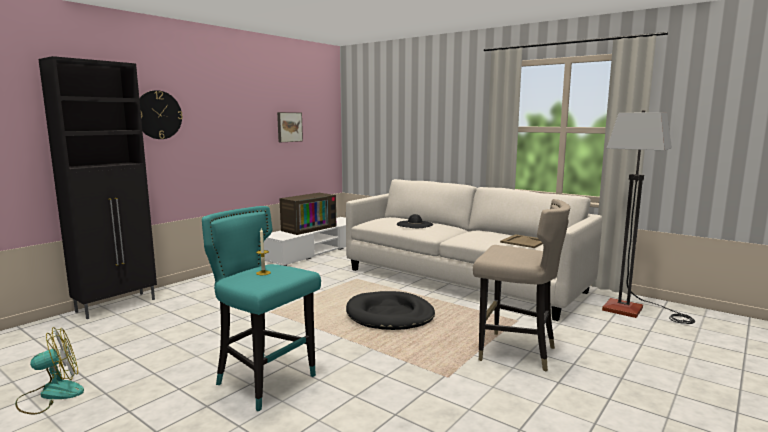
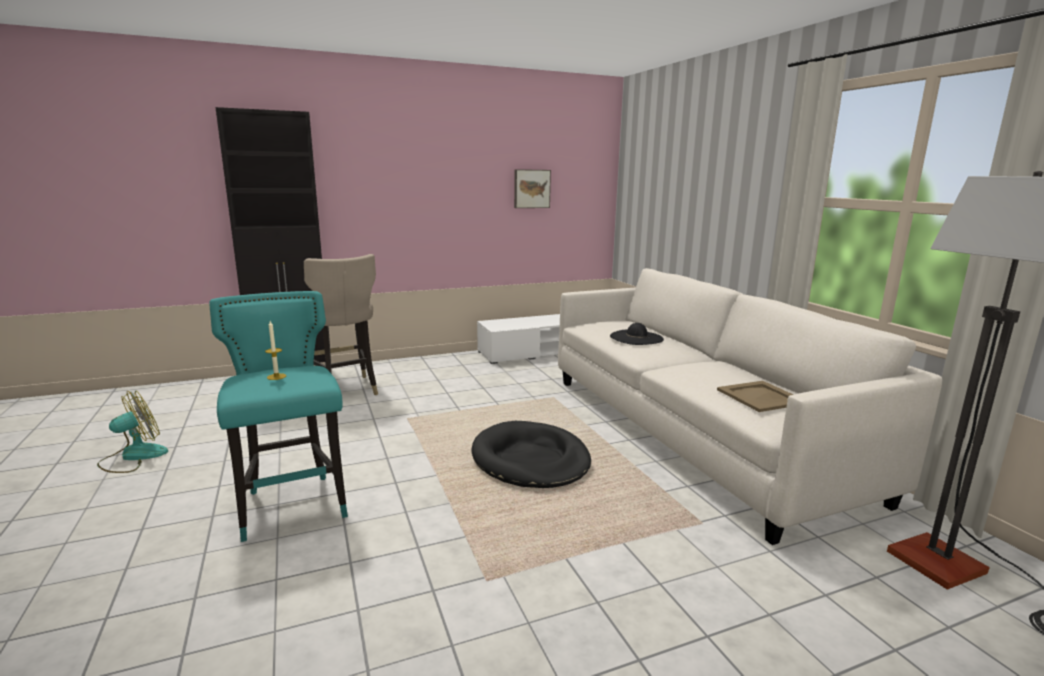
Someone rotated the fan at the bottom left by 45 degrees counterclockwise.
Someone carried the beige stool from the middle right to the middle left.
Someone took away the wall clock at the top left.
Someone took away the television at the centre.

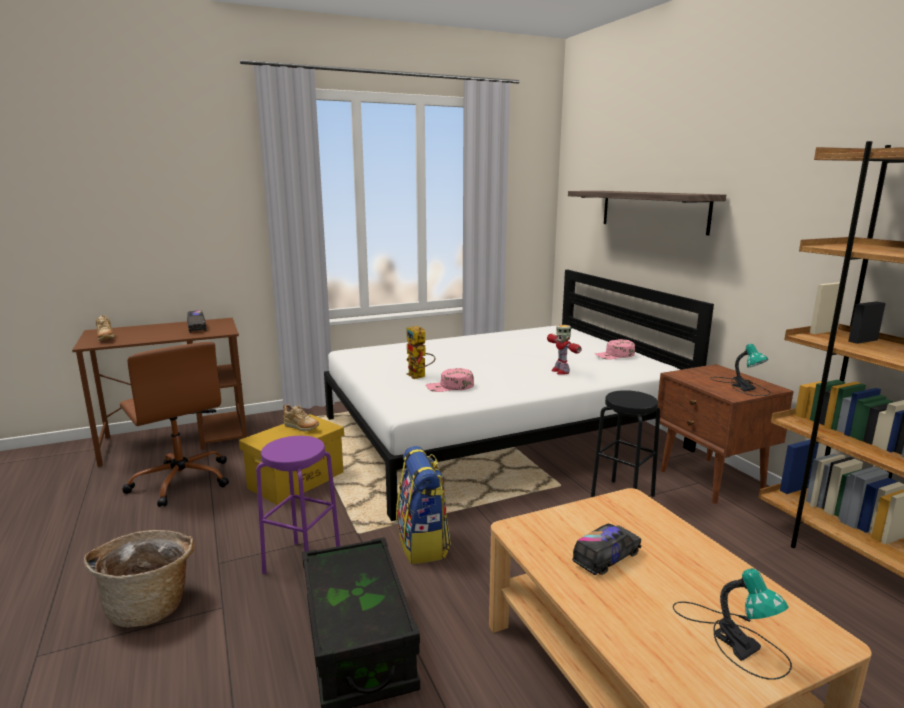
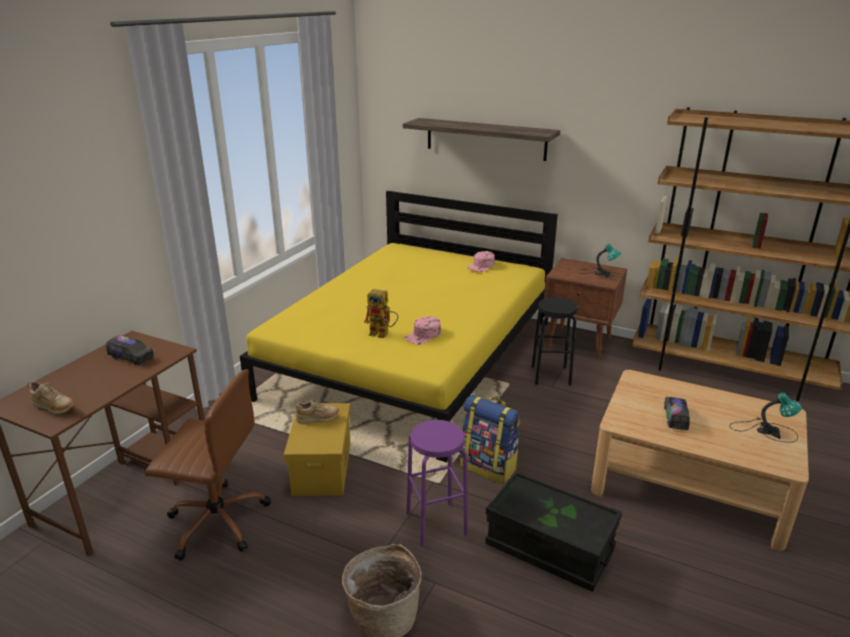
Someone repainted the white bed at the centre, which became the yellow bed at the centre.
Someone took away the toy robot (no. 2 from left) at the centre.

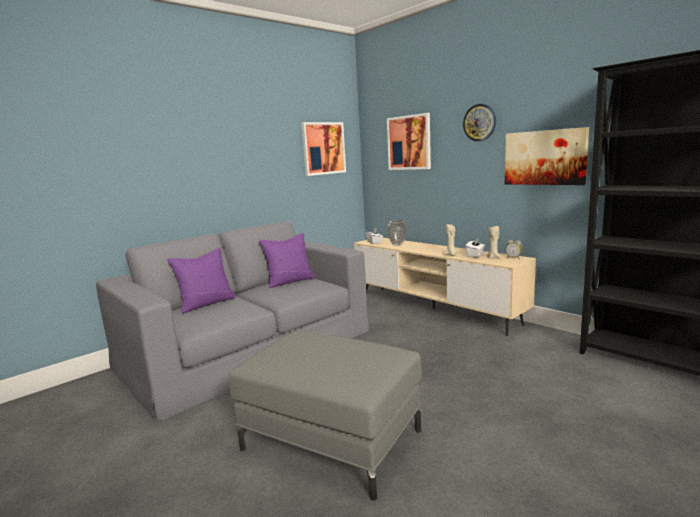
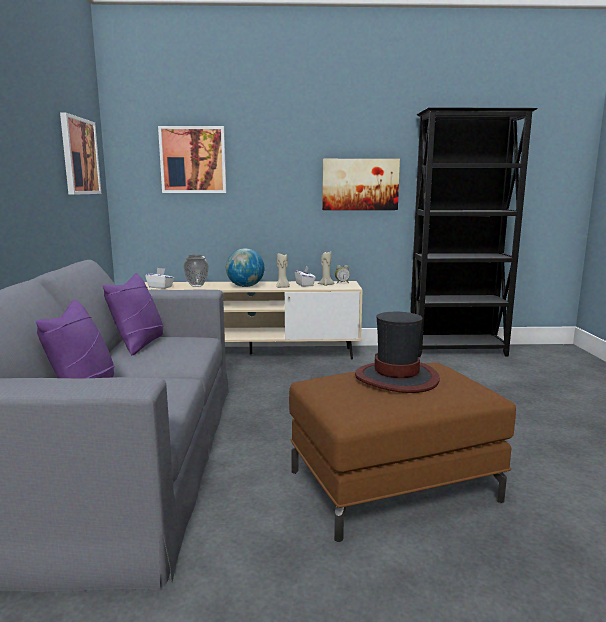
Someone put down the globe at the centre.
Someone repainted the grey ottoman at the bottom centre, which became the brown ottoman at the bottom centre.
Someone put down the hat at the centre.
Someone took away the wall clock at the top right.

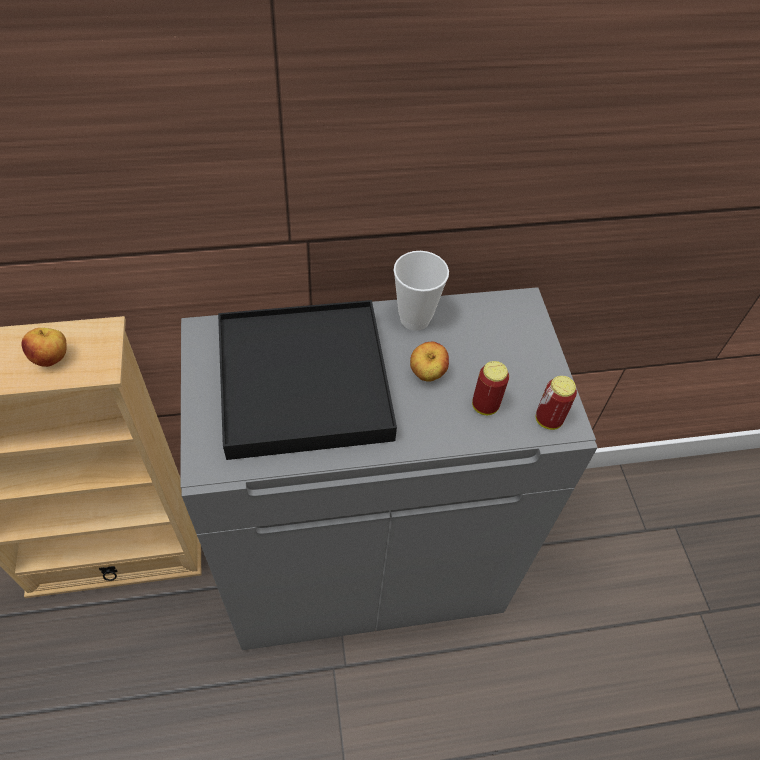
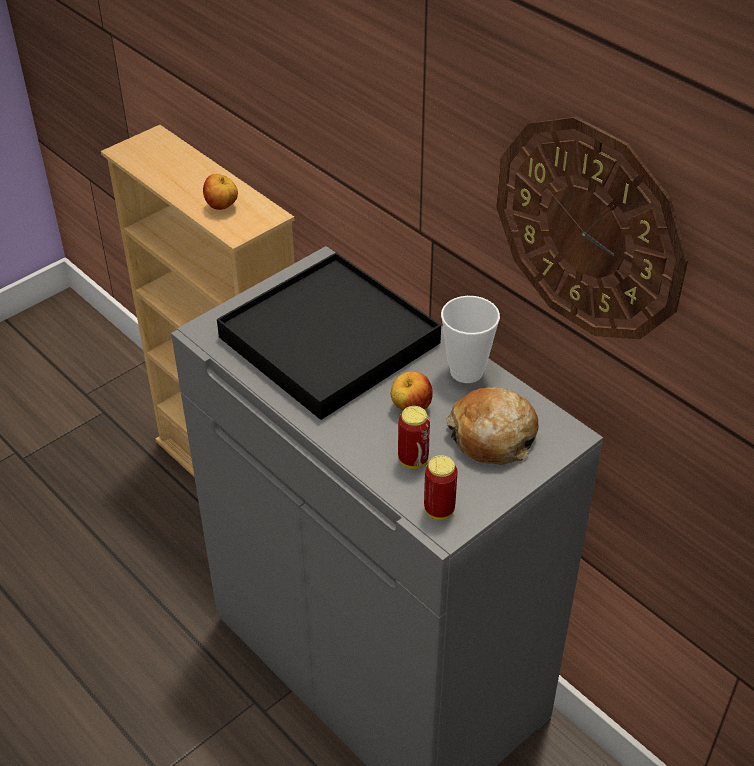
Someone put down the bread at the centre.
Someone put up the wall clock at the top right.

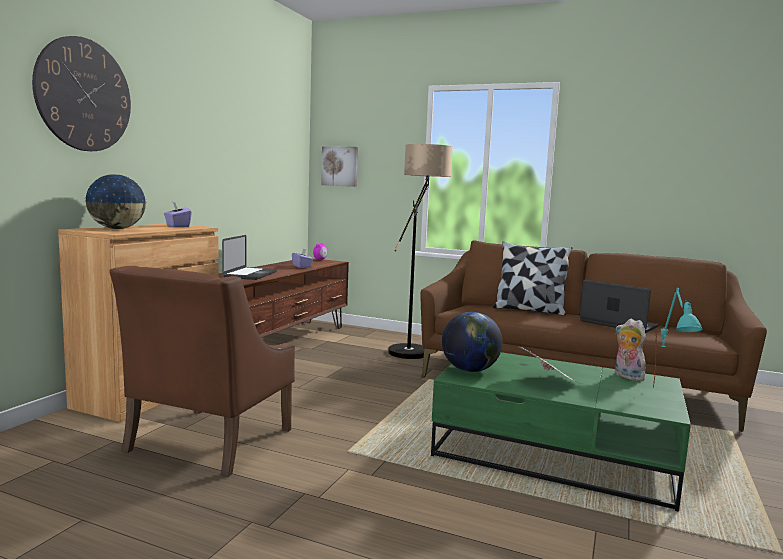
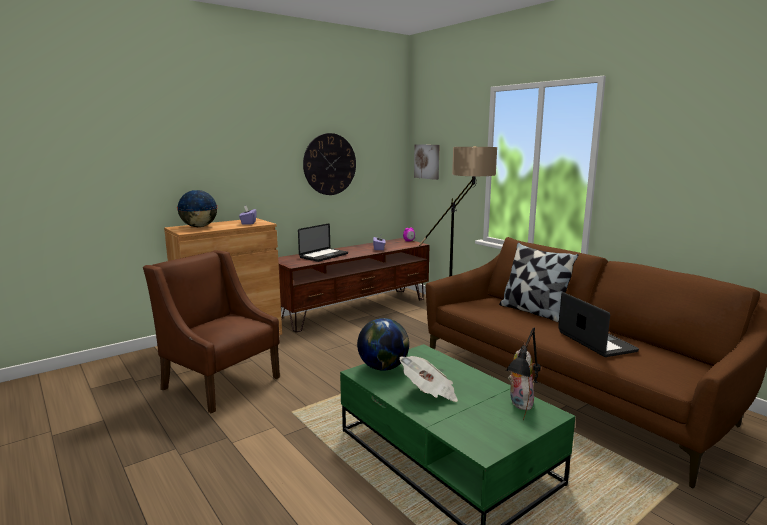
Someone rotated the brown armchair at the middle left by 75 degrees clockwise.
Someone carried the wall clock from the top left to the top centre.
Someone repainted the turquoise table lamp at the middle right, which became the black table lamp at the bottom right.

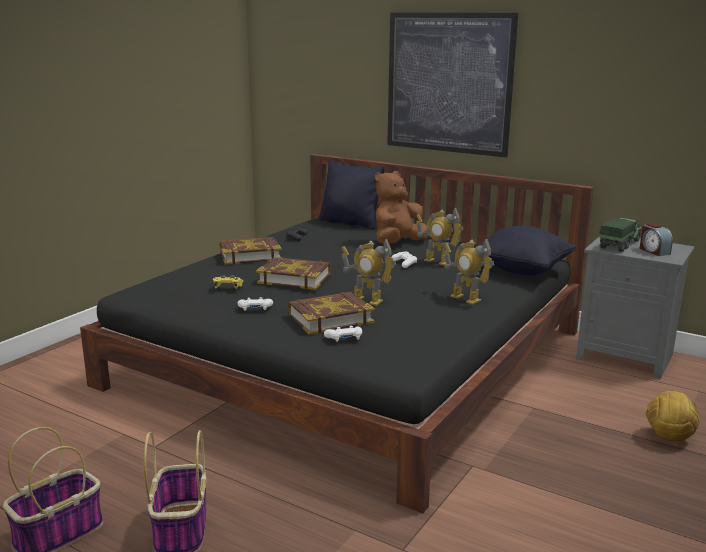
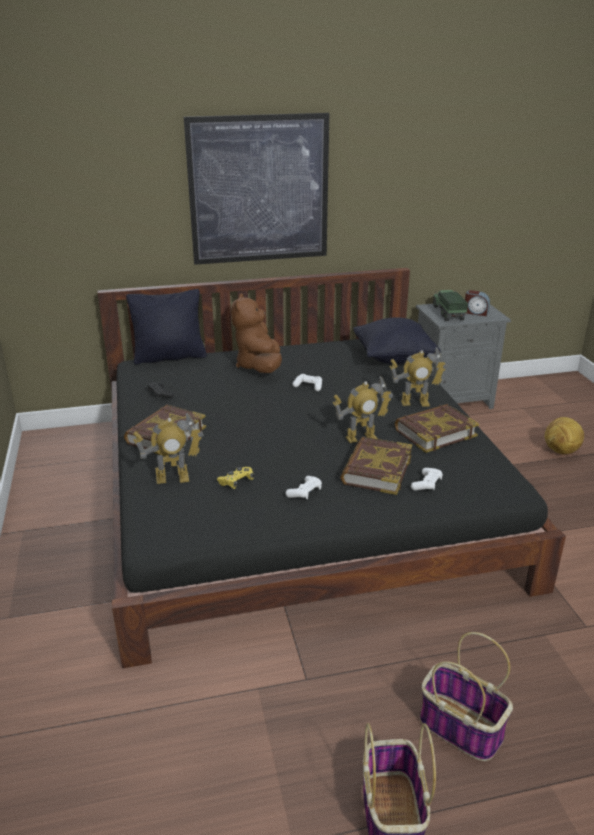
Someone carried the toy robot (no. 2 from left in the first image) from the centre to the middle left.
Someone carried the book (no. 2 from left in the first image) from the centre to the middle right.

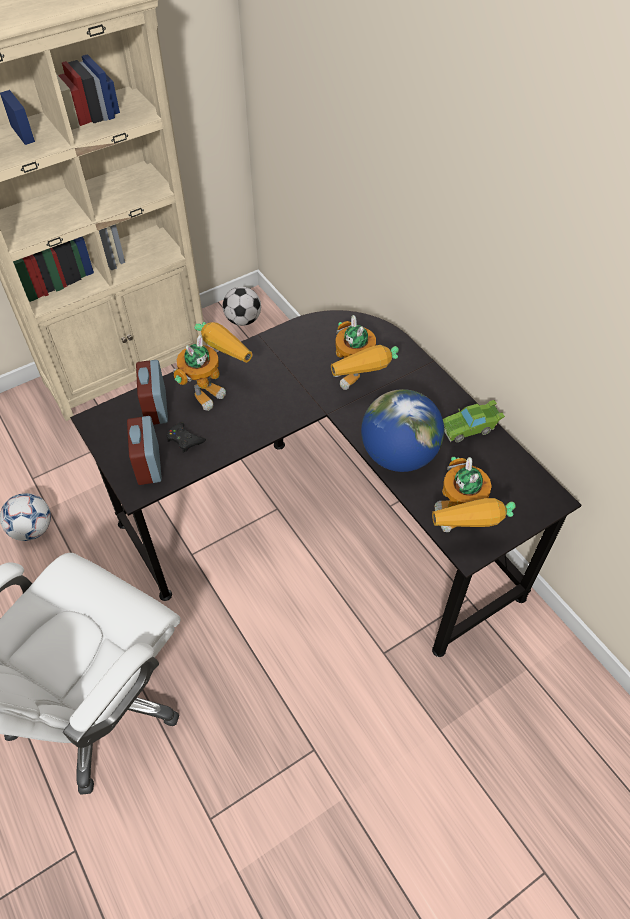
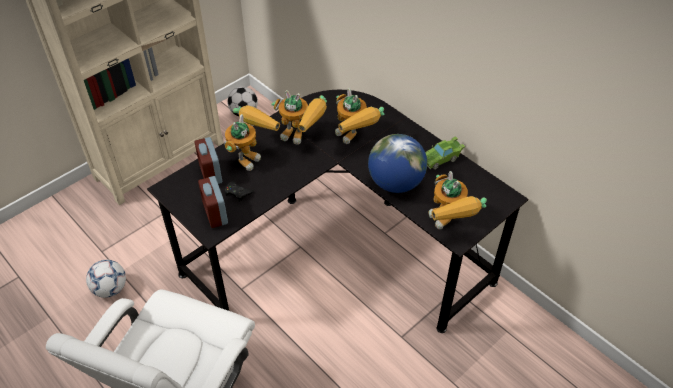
Someone put down the toy robot (no. 2 from left) at the top centre.

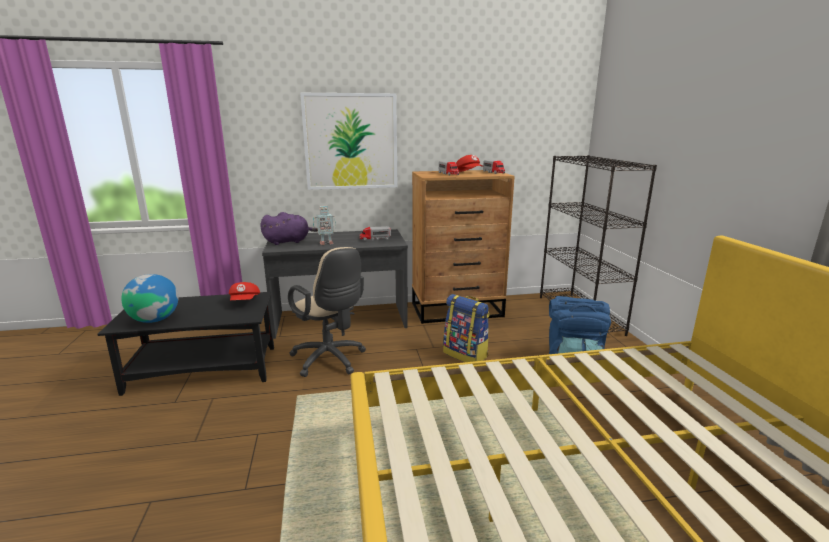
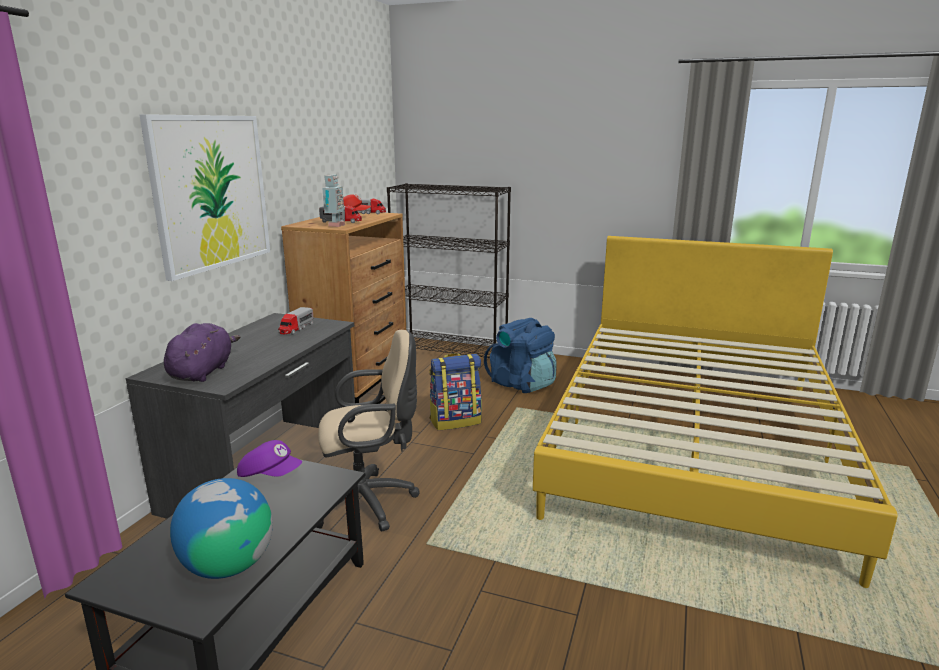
Someone repainted the red cap (no. 1 from left) at the middle left, which became the purple cap at the bottom left.
Someone carried the toy robot from the centre to the top centre.

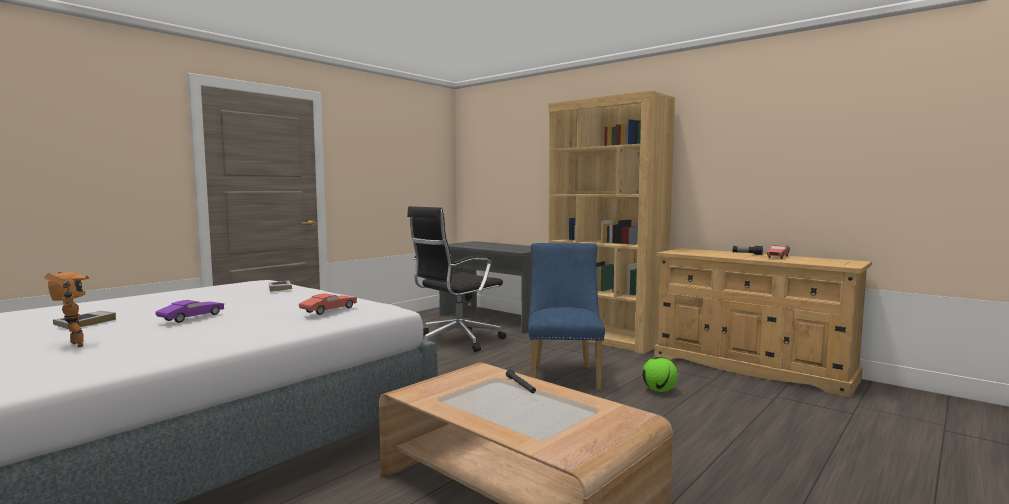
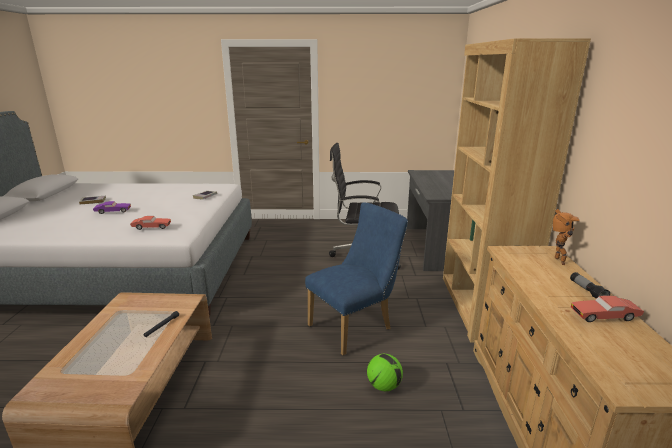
Someone carried the toy robot from the middle left to the middle right.

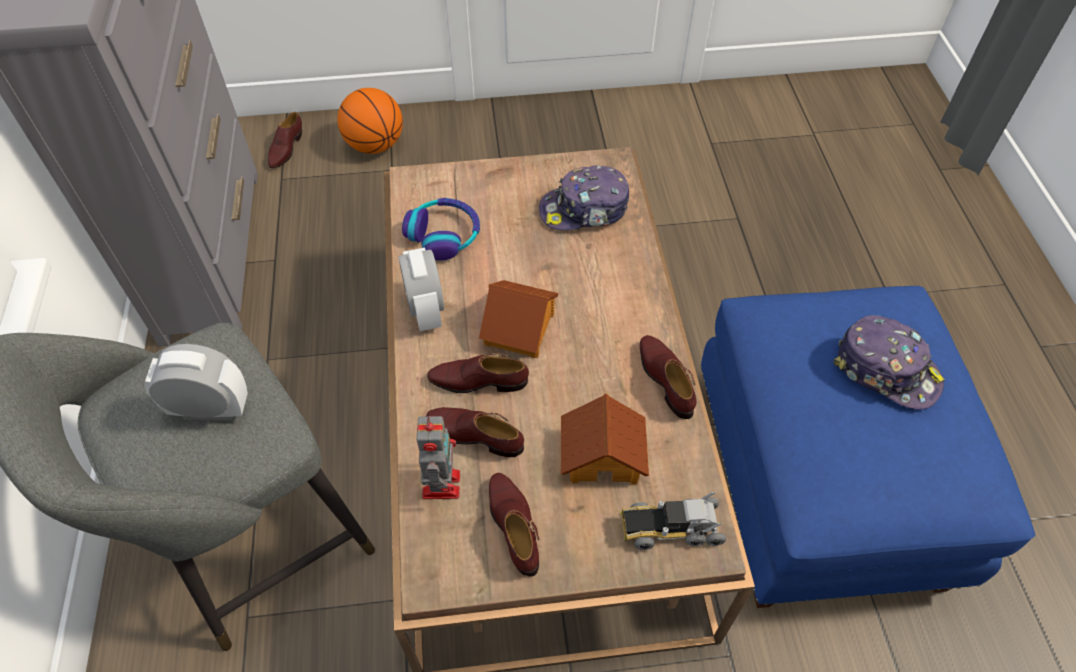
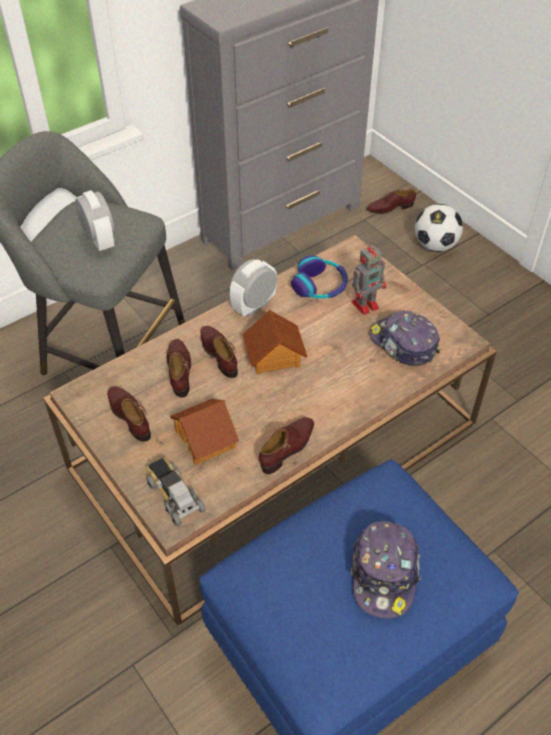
Someone rotated the brown shoe (no. 4 from left in the first image) at the bottom centre by 75 degrees counterclockwise.
Someone carried the toy robot from the bottom centre to the middle right.
Someone swapped the basketball at the top centre for the football at the top right.

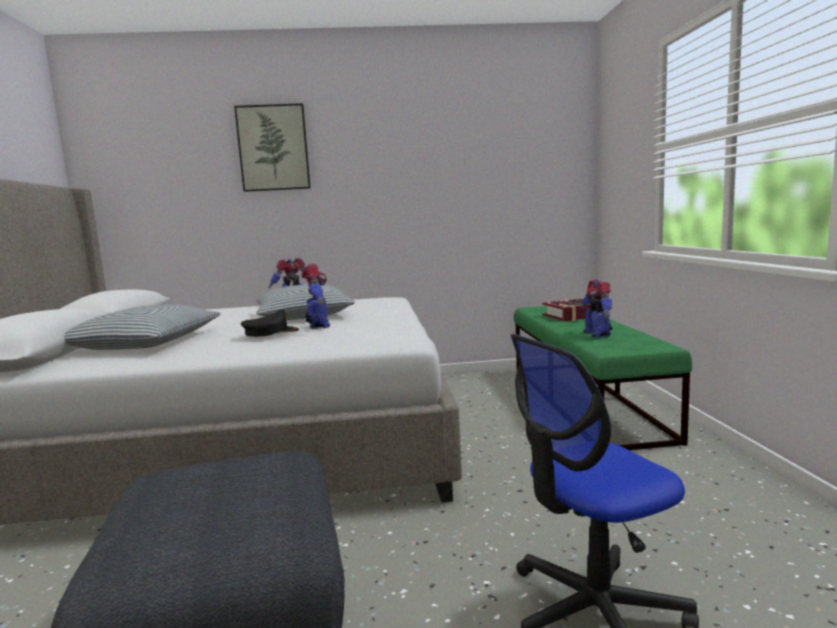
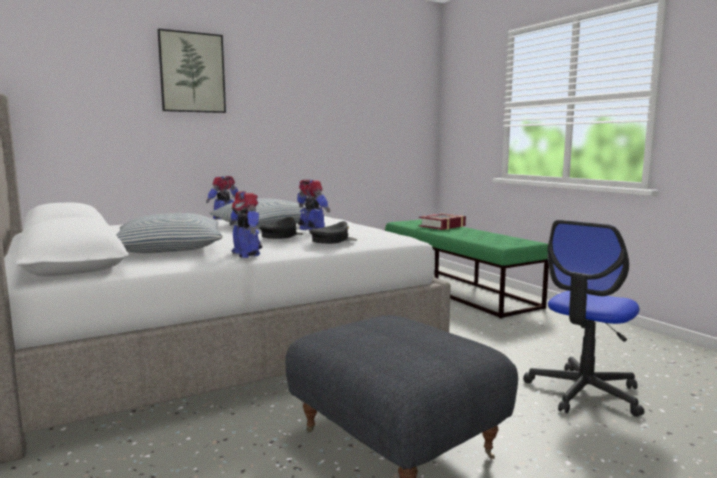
Someone carried the toy robot (no. 3 from left in the first image) from the middle right to the centre.
Someone put down the black cap (no. 2 from left) at the centre.

